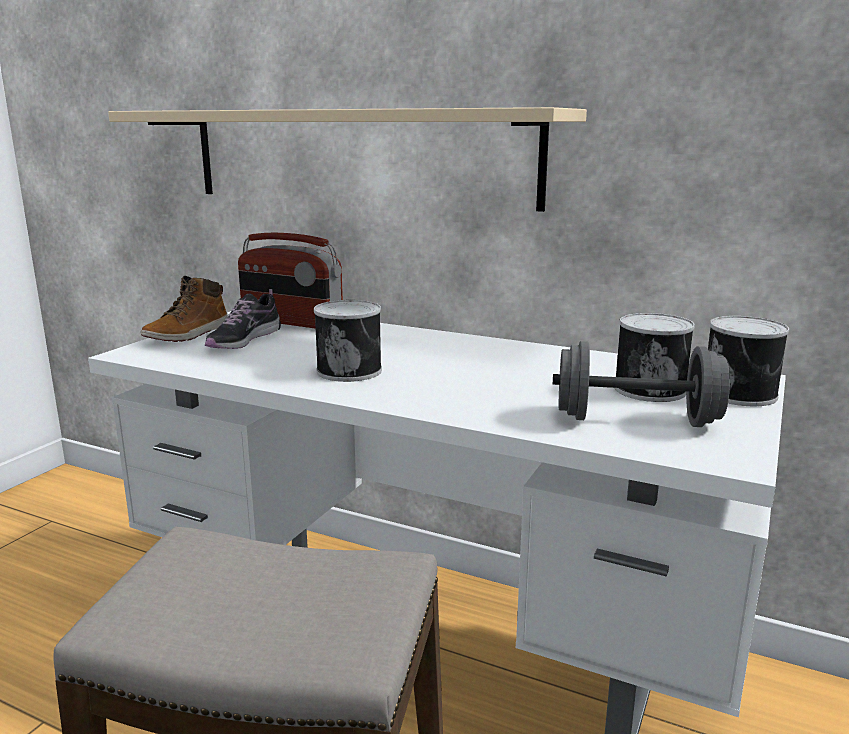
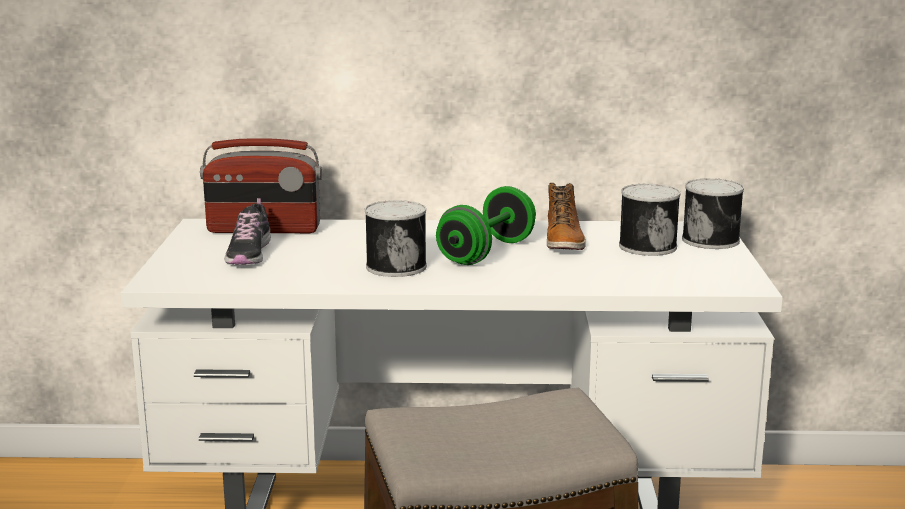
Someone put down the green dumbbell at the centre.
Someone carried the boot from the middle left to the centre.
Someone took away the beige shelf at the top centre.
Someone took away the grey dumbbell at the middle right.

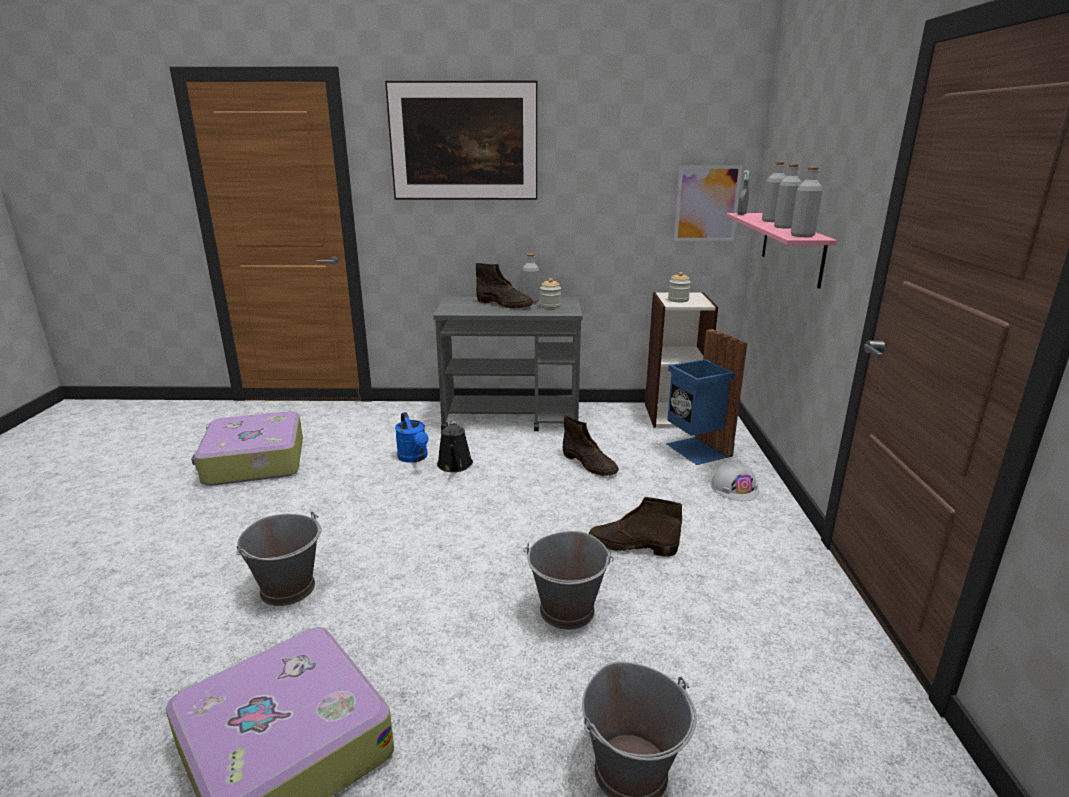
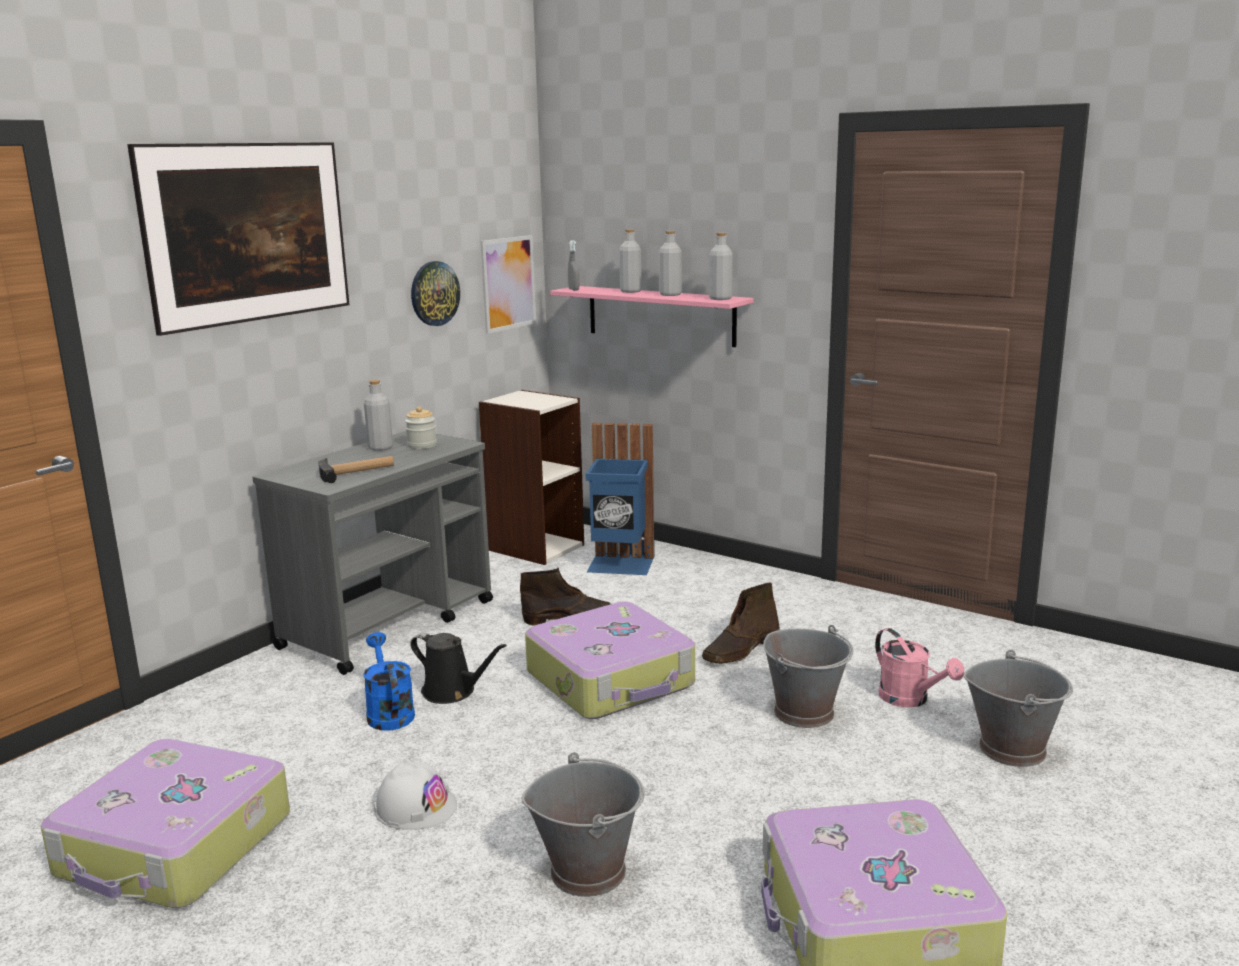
Someone put down the hammer at the middle left.
Someone rotated the blue watering can at the centre by 120 degrees counterclockwise.
Someone carried the white hard hat from the middle right to the bottom centre.
Someone put up the wall clock at the top centre.
Someone put down the suitcase (no. 2 from left) at the bottom centre.
Someone put down the pink watering can at the bottom right.
Someone took away the brown boot (no. 1 from left) at the centre.
Someone took away the jar (no. 2 from left) at the centre.

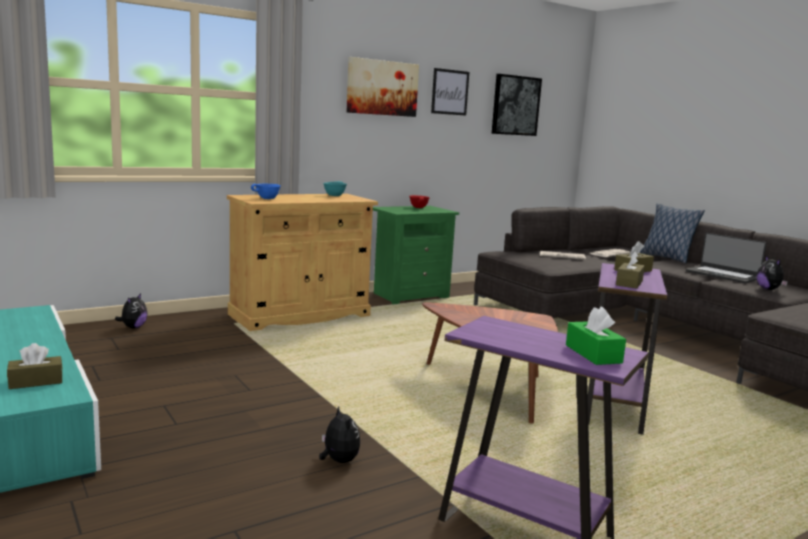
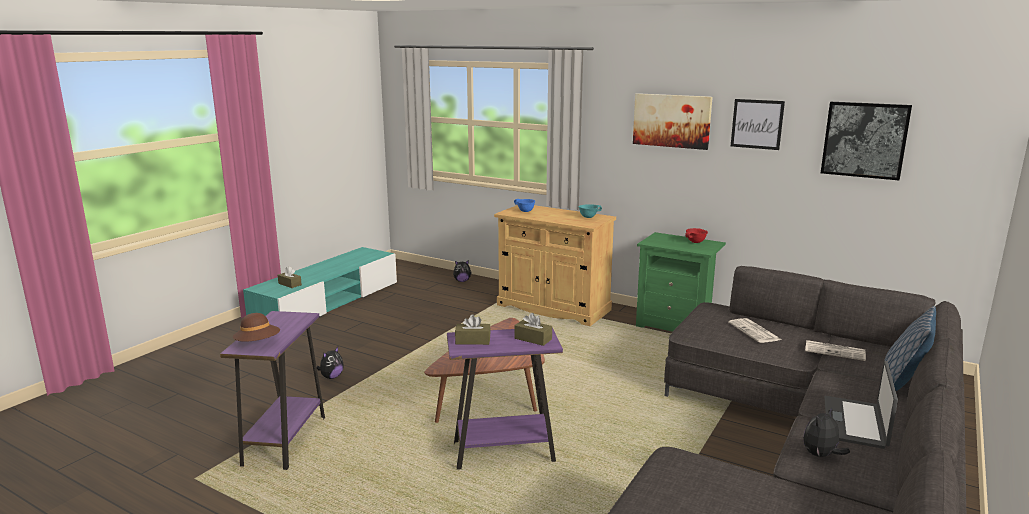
Someone swapped the green tissue box at the middle right for the brown hat at the middle left.

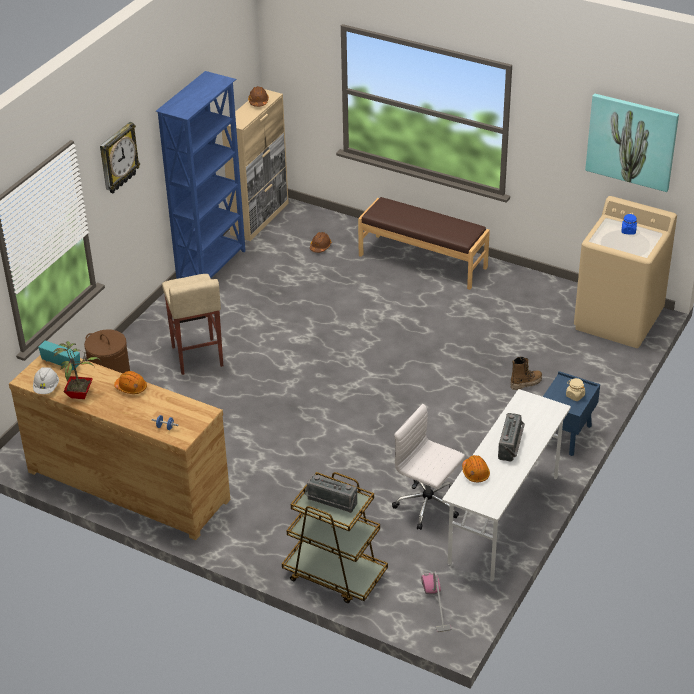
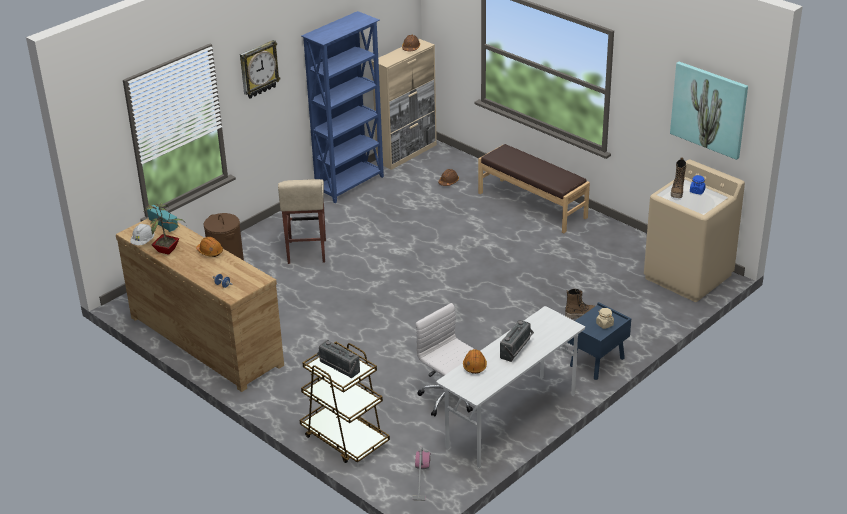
Someone put down the boot (no. 2 from left) at the middle right.

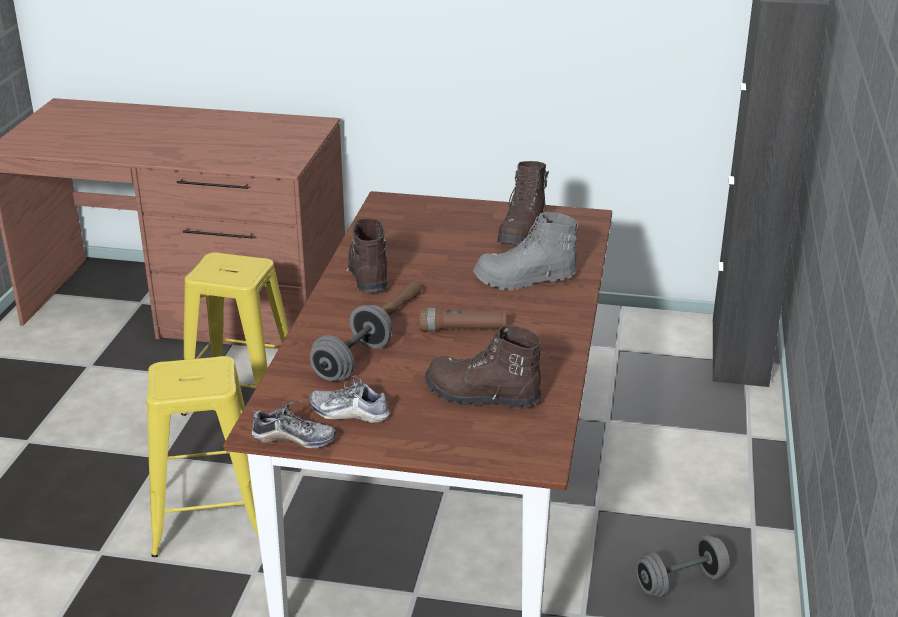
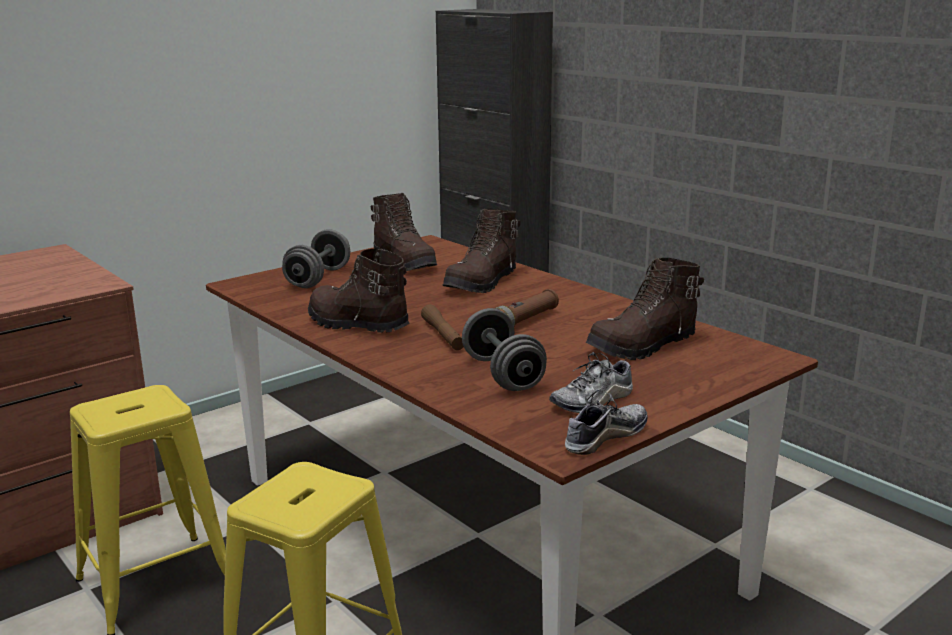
Someone carried the grey dumbbell (no. 2 from left in the first image) from the bottom right to the middle left.
Someone repainted the grey boot at the centre, which became the brown boot (no. 3 from left) at the centre.

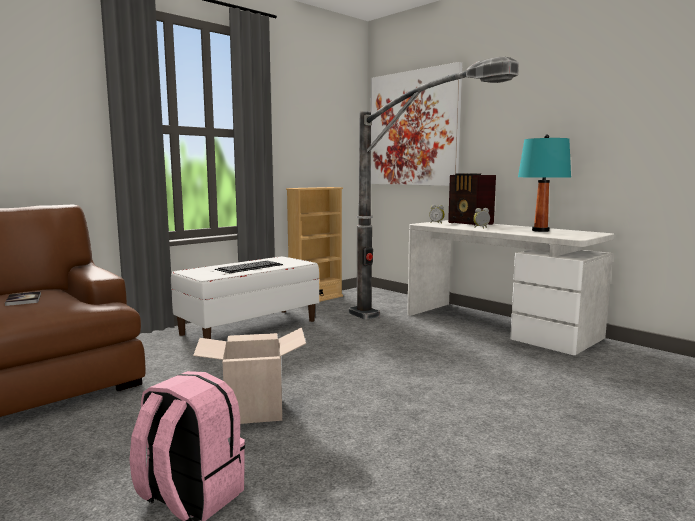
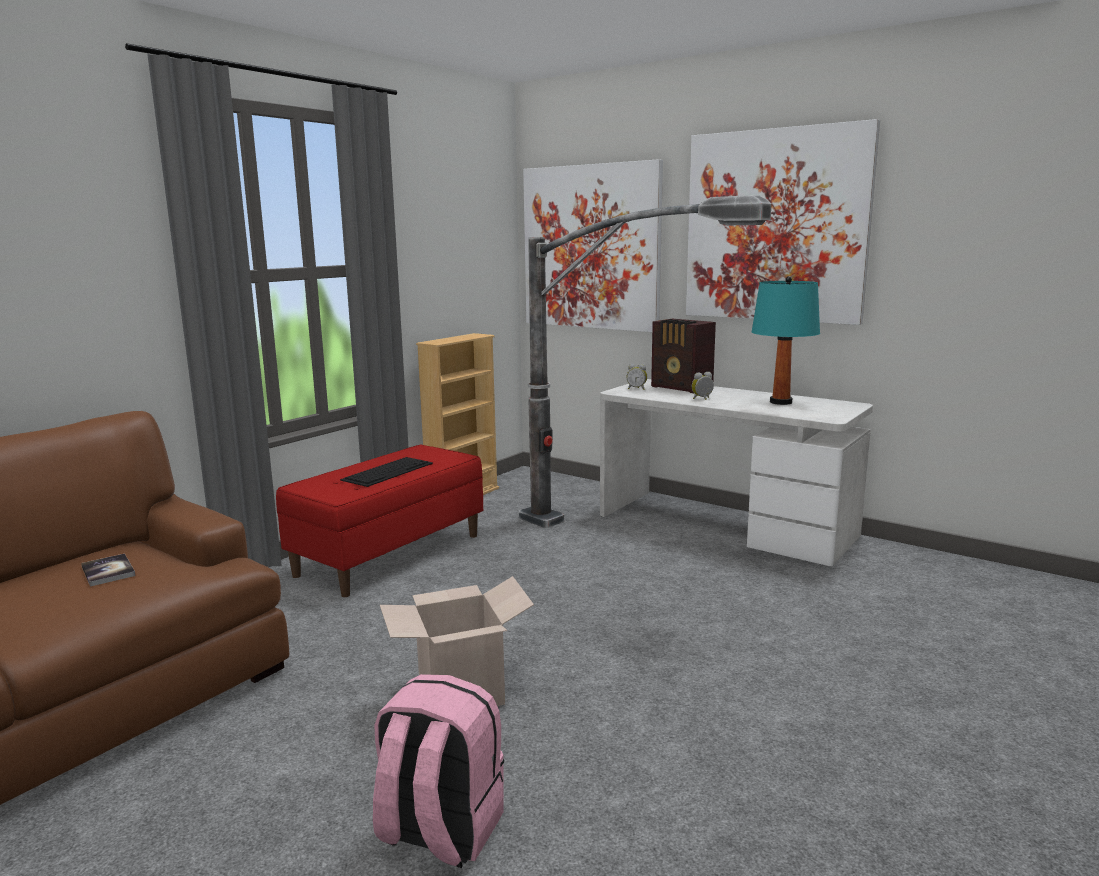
Someone repainted the white bench at the centre, which became the red bench at the centre.
Someone put up the picture (no. 2 from left) at the top right.

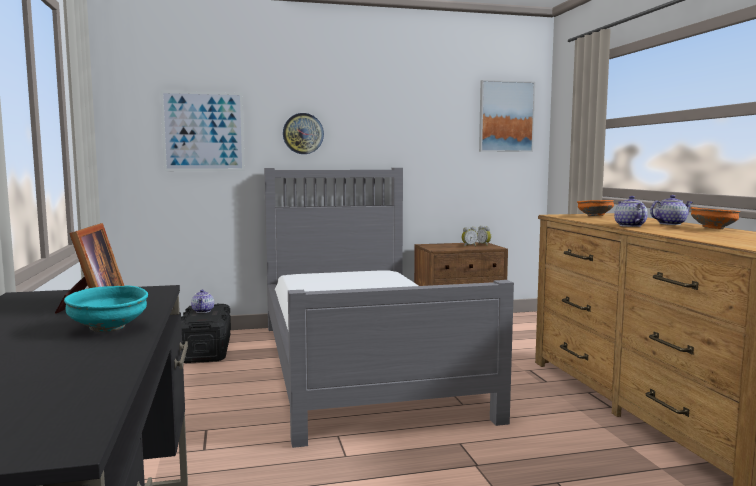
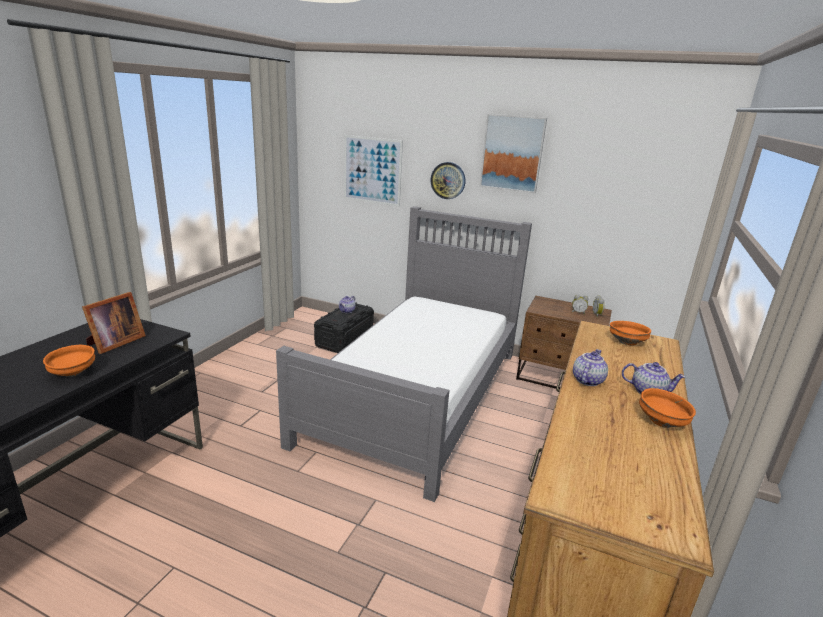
Someone repainted the turquoise bowl at the middle left, which became the orange bowl (no. 1 from left) at the middle left.
Someone carried the picture (no. 2 from left) from the top right to the top centre.

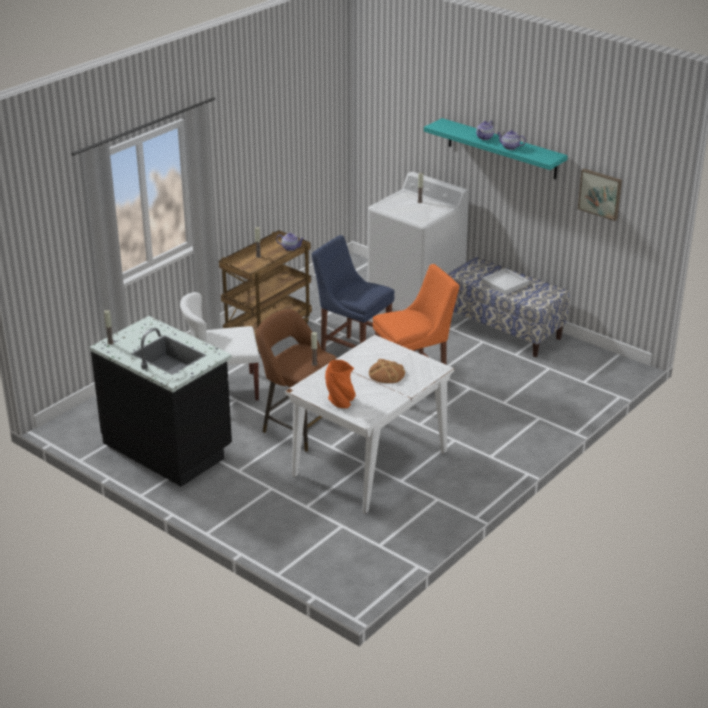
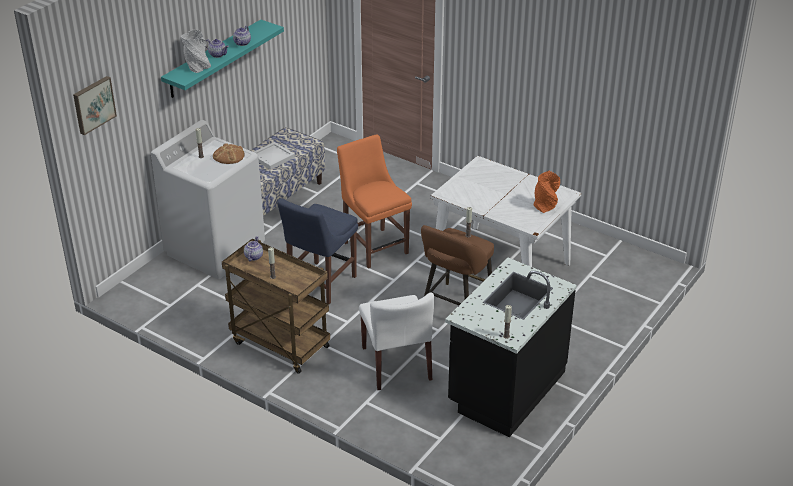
Someone carried the picture from the top right to the top left.
Someone put down the grey vase at the top left.
Someone carried the bread from the centre to the top left.

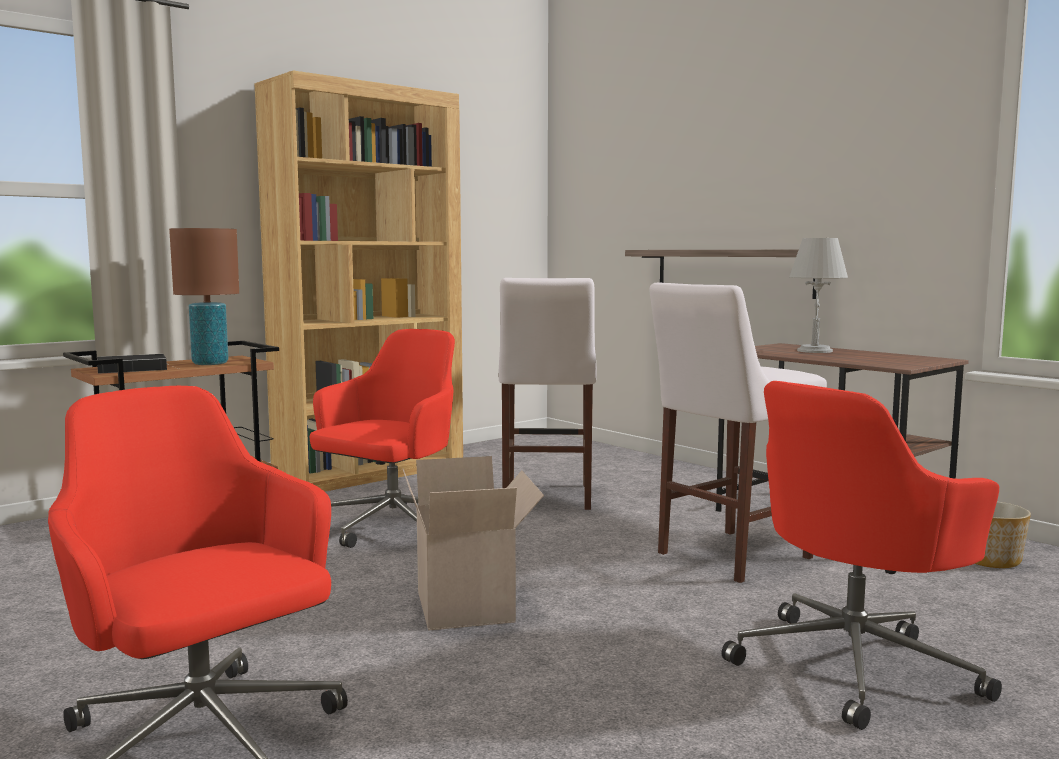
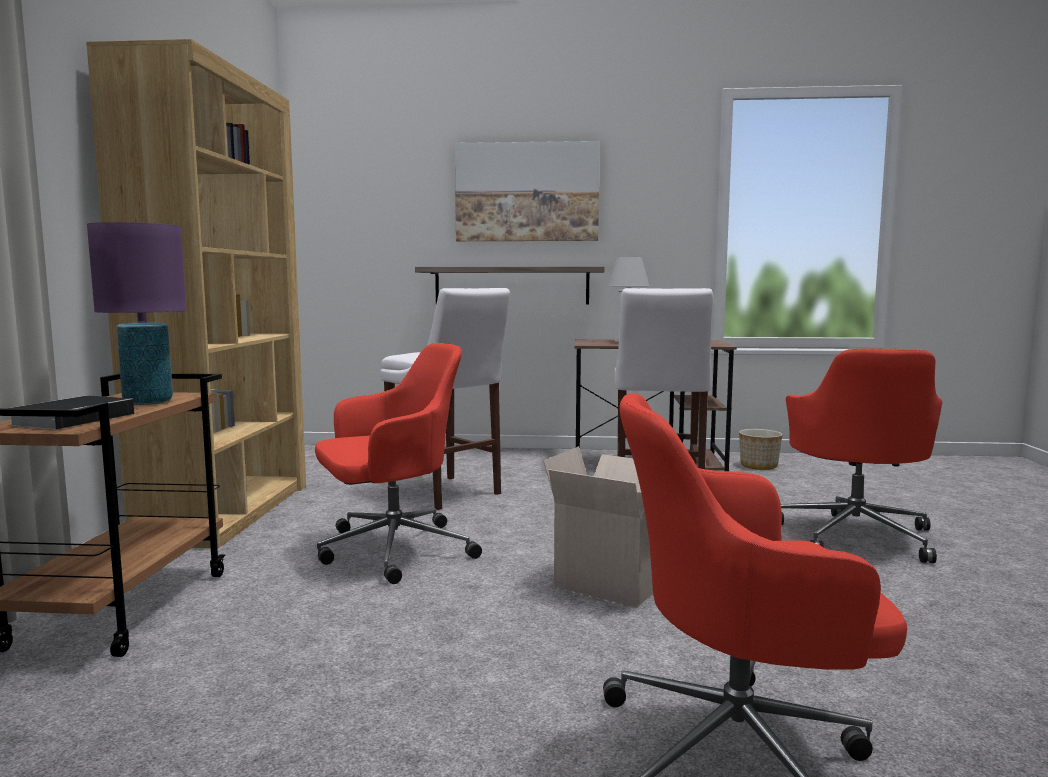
Someone repainted the brown table lamp at the middle left, which became the purple table lamp at the middle left.
Someone rotated the red office chair (no. 2 from left in the first image) at the centre by 75 degrees clockwise.
Someone put up the picture at the top centre.

